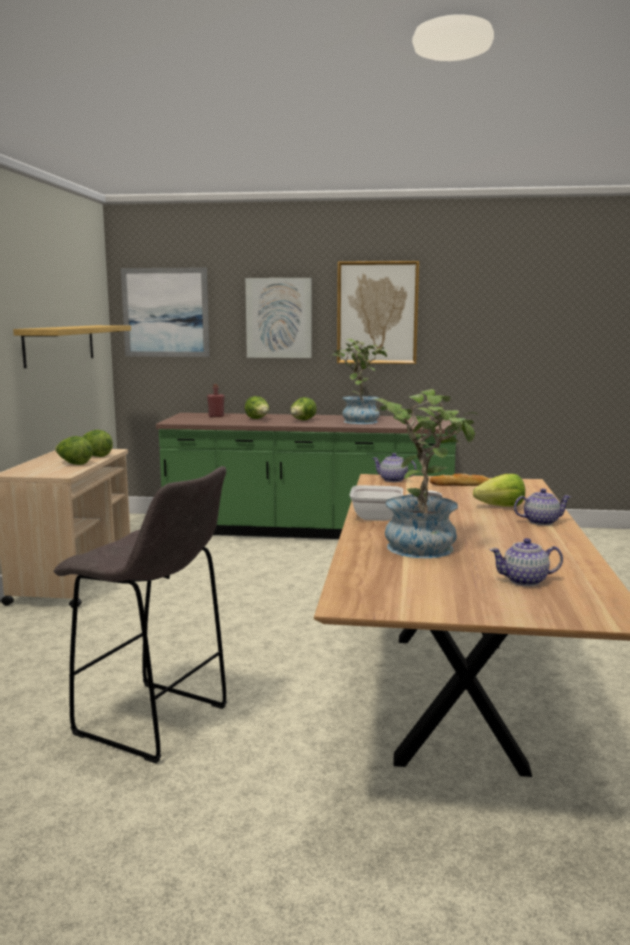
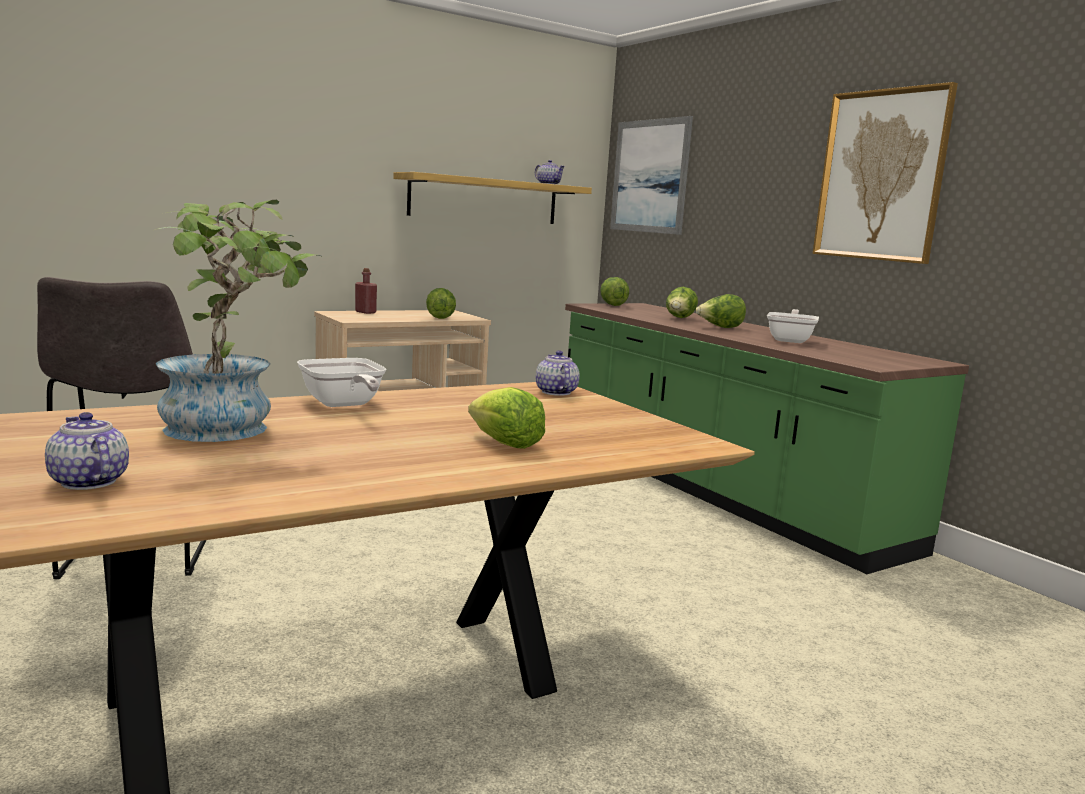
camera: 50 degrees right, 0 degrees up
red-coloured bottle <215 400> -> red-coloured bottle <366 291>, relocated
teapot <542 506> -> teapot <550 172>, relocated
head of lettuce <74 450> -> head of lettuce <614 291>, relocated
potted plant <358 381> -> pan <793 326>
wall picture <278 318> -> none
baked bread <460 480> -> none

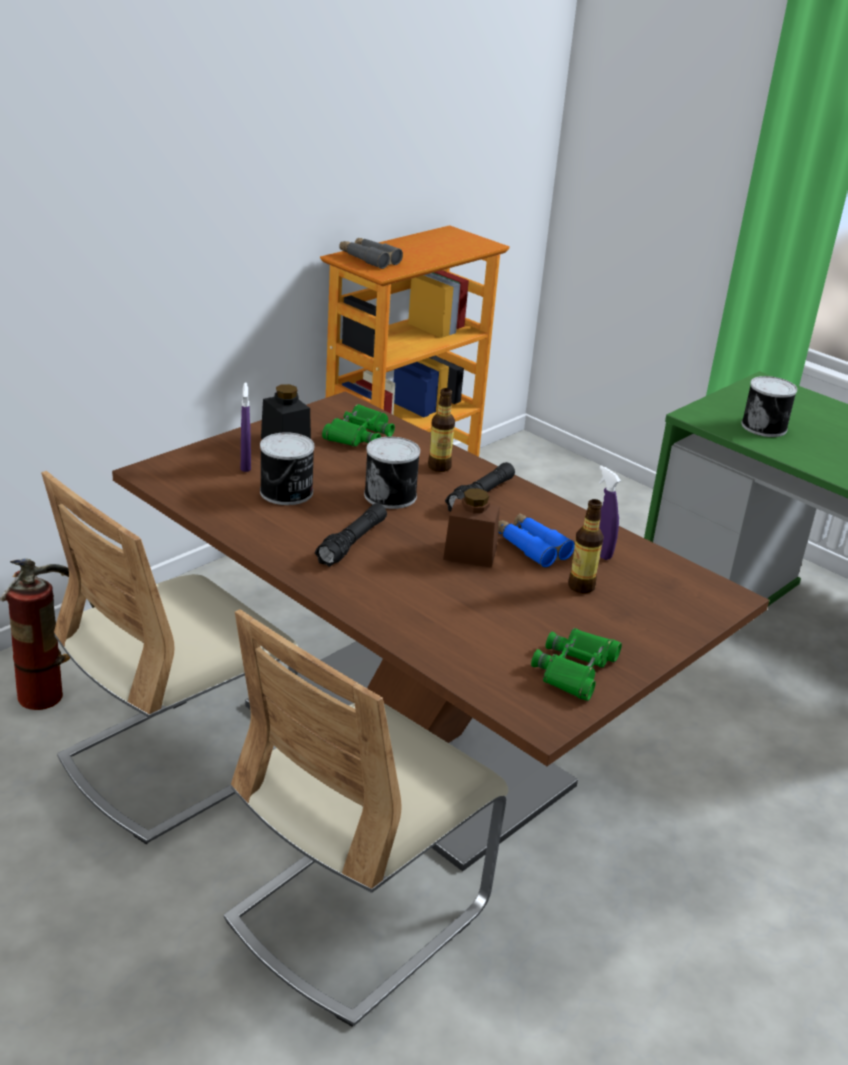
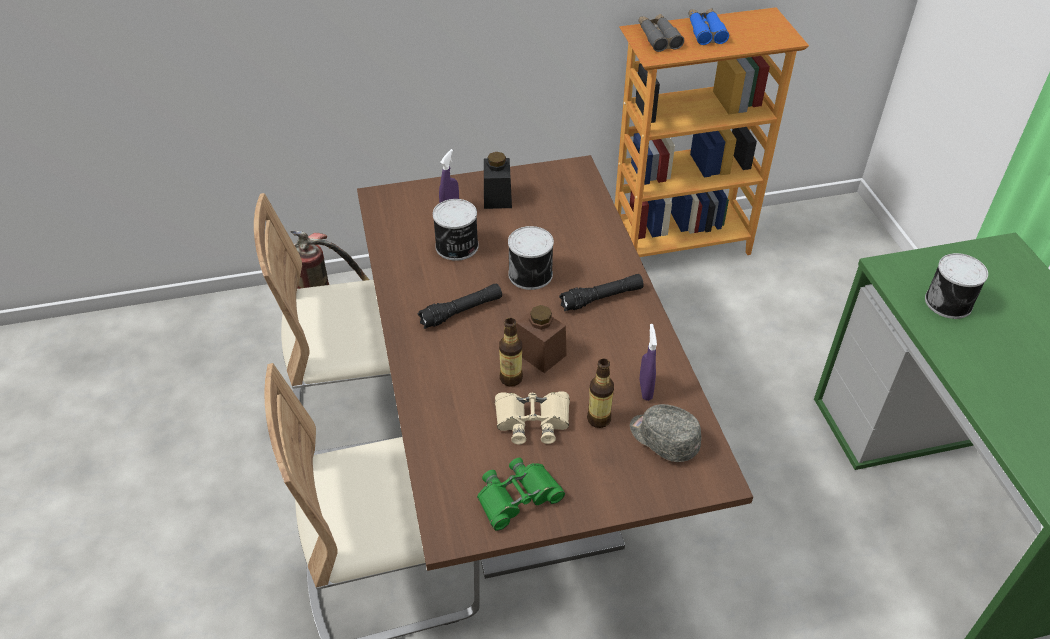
camera: 35 degrees right, 15 degrees up
none -> beige binoculars <532 417>
bottle <441 430> -> bottle <511 352>, relocated
none -> greyish baseball cap <665 433>
blue binoculars <536 540> -> blue binoculars <709 26>, relocated
greenish binoculars <358 425> -> none

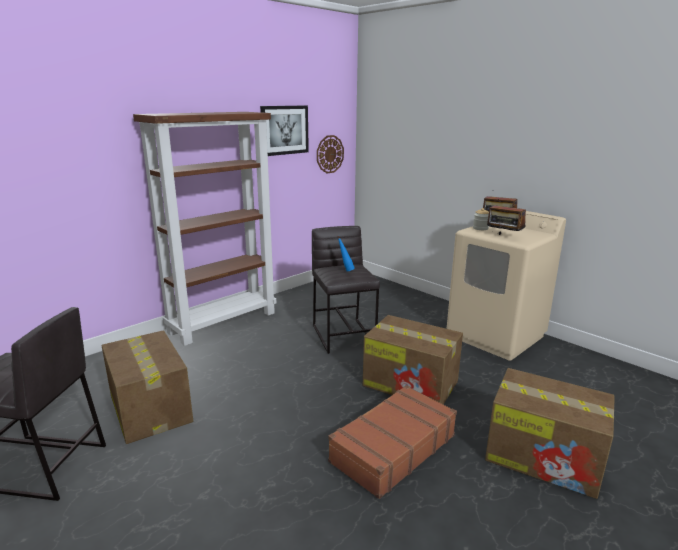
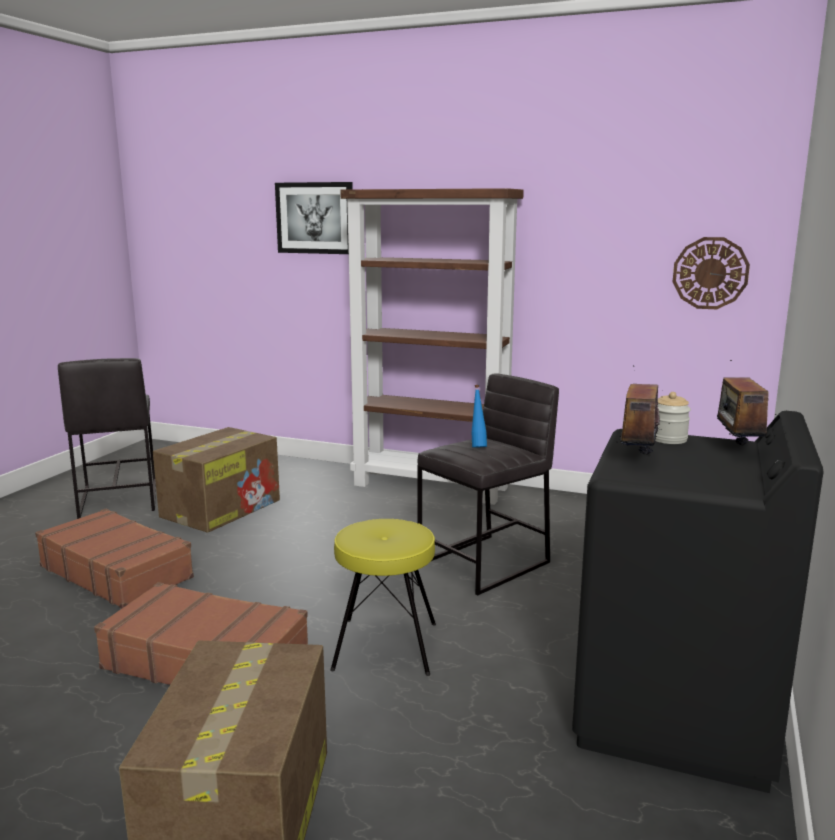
camera: 65 degrees right, 5 degrees down
none -> brownish travel case <114 558>
wall picture <284 131> -> wall picture <314 218>, relocated
cardboard box <413 360> -> yellow-coloured sitting stool <383 597>
beige laundry appliance <506 286> -> black-coloured laundry appliance <698 602>

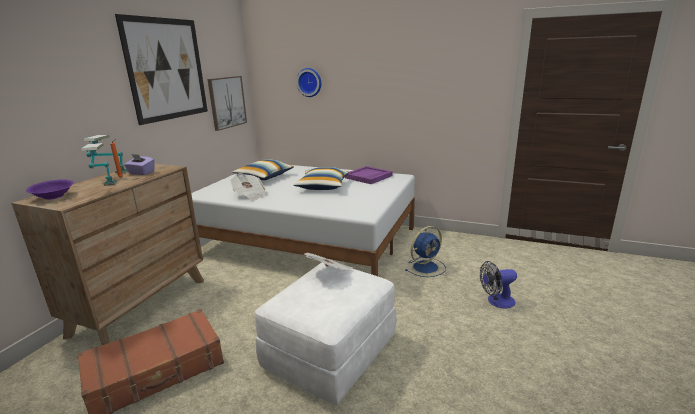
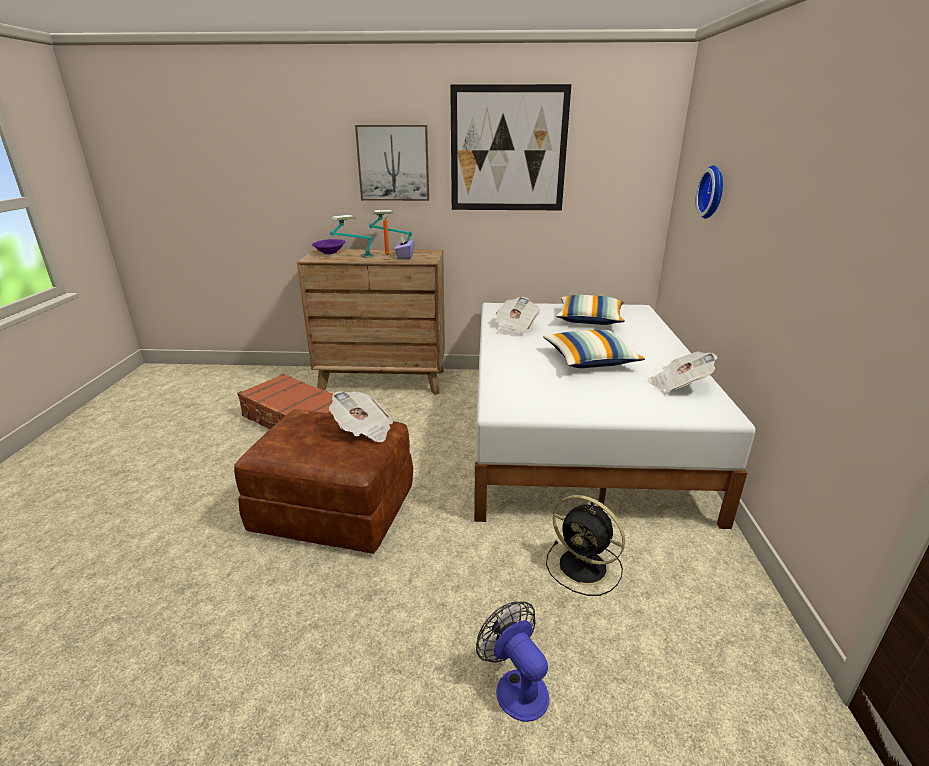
camera: 70 degrees right, 5 degrees up
white ottoman <326 333> -> brownish ottoman <323 482>
wall picture <227 103> -> wall picture <392 163>, relocated
blue fan <425 251> -> black-coloured fan <585 545>
purplish serving tray <368 175> -> printed paper <683 371>

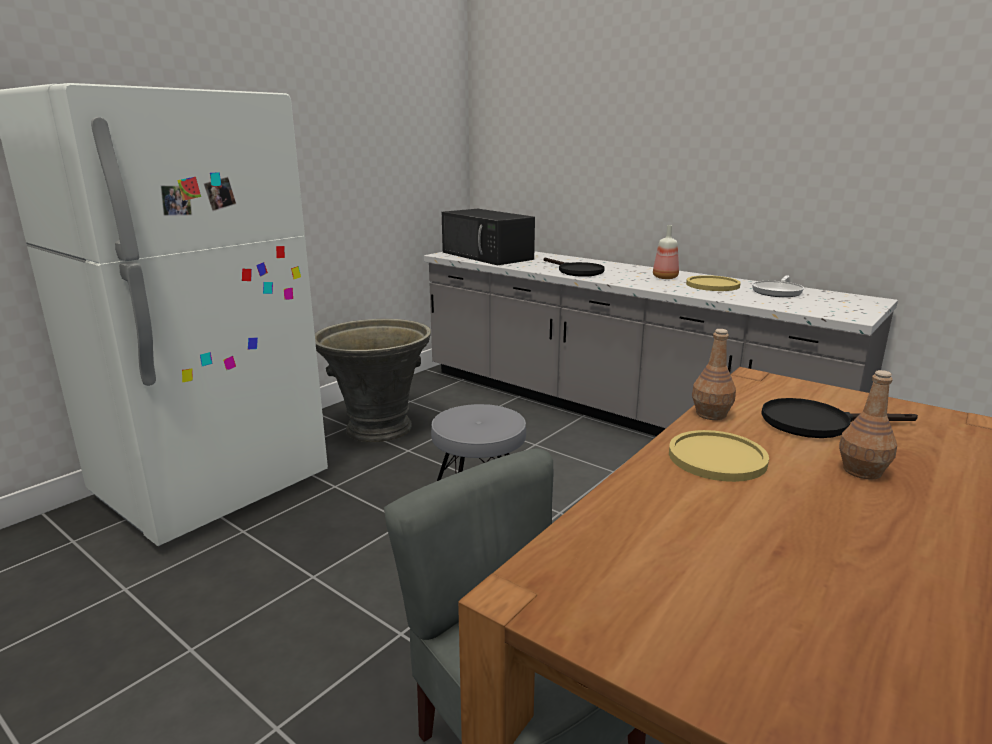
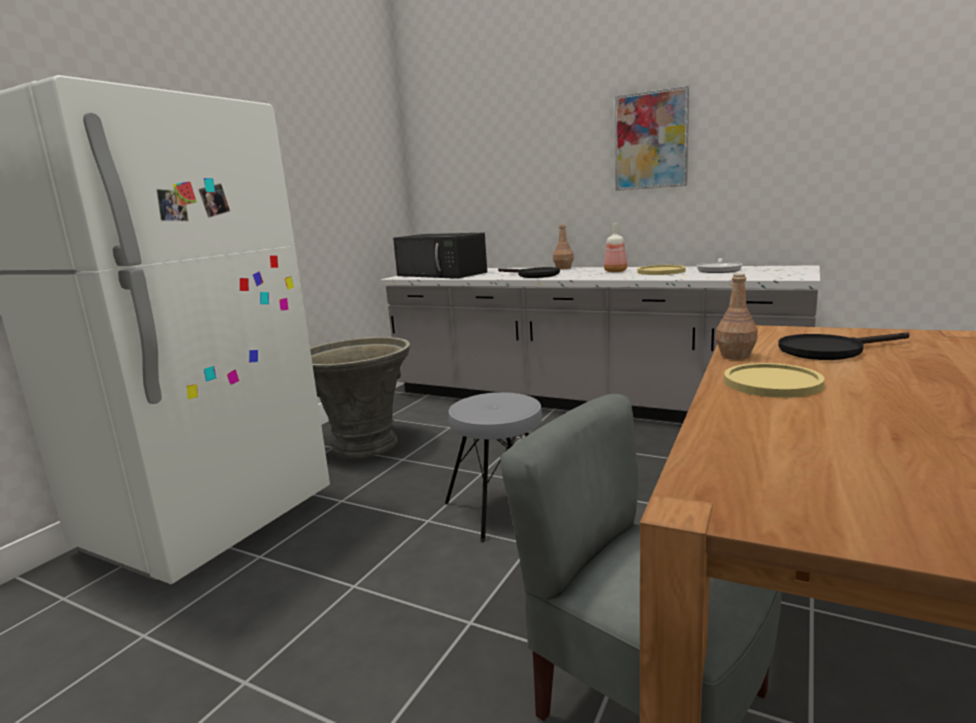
camera: 10 degrees left, 5 degrees down
brownish bottle <868 425> -> brownish bottle <563 247>, relocated
none -> wall picture <652 138>

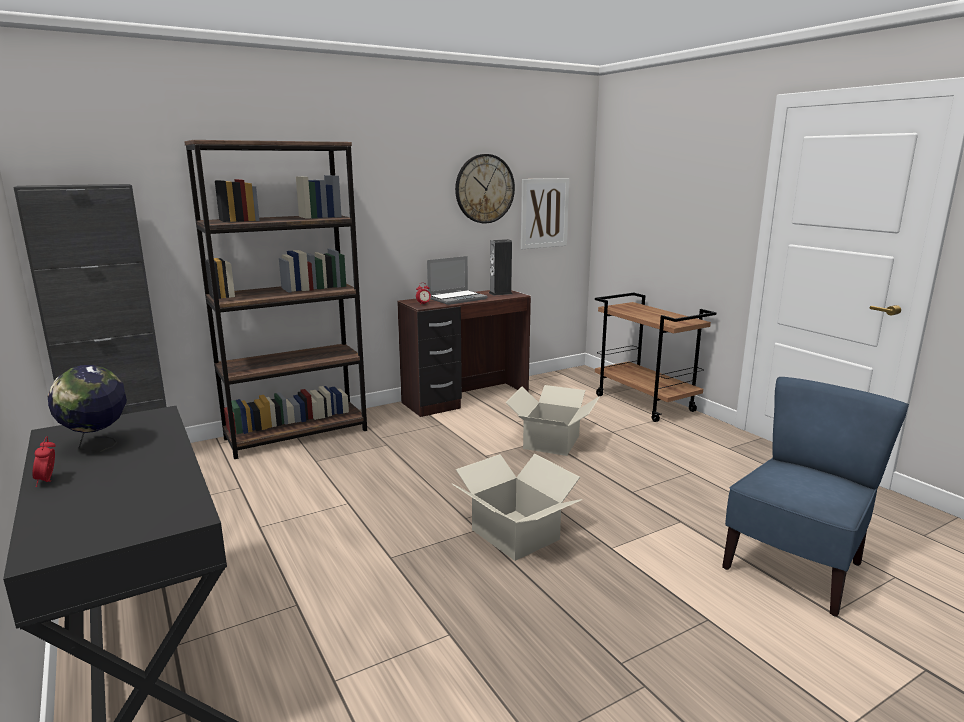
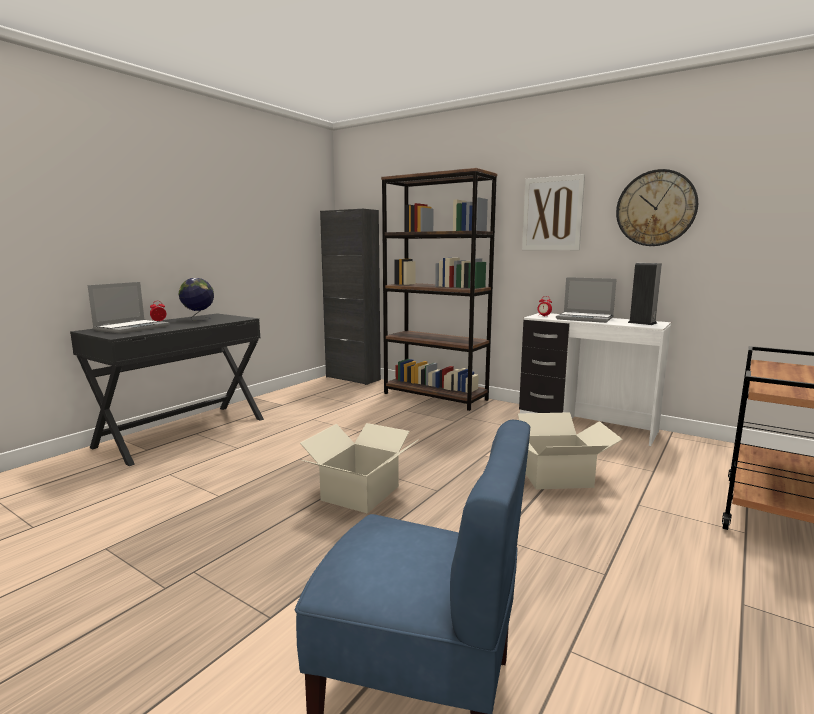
camera: 65 degrees right, 5 degrees down
none -> portable computer <129 308>
brownish desk table <464 353> -> white desk table <595 379>
wall picture <545 213> -> wall picture <553 212>, relocated

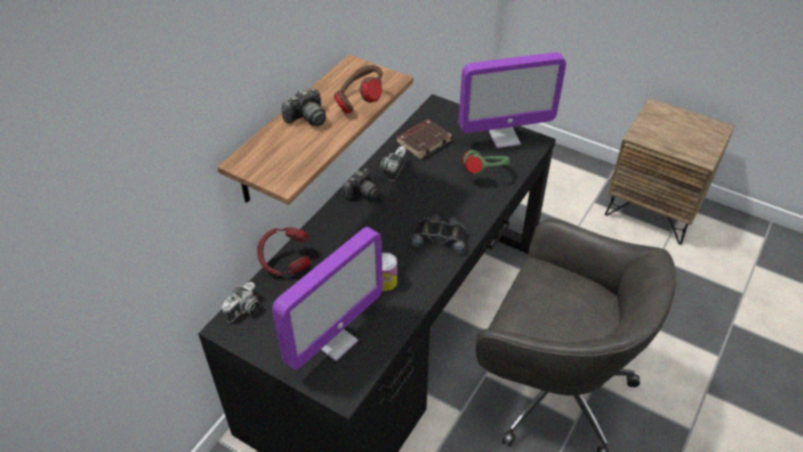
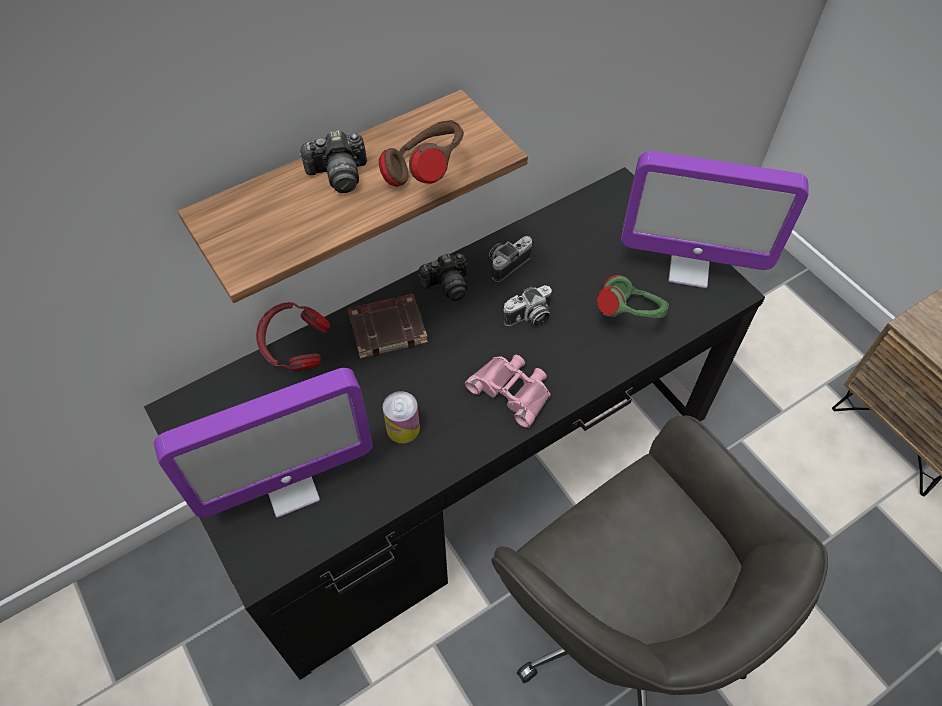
camera: 25 degrees right, 10 degrees up
brownish volume <424 139> -> brownish volume <388 326>, relocated
black-coloured binoculars <438 234> -> pink-coloured binoculars <508 391>
still camera <241 302> -> still camera <527 305>, relocated

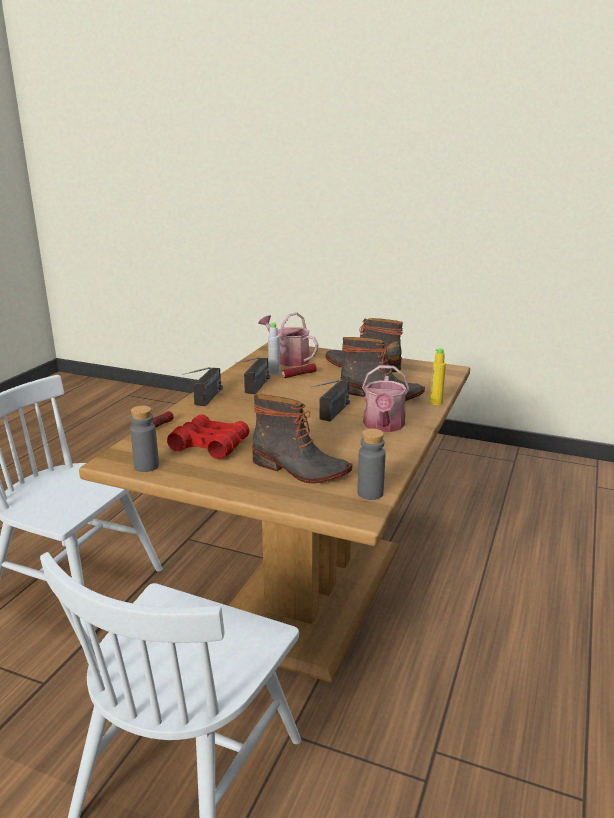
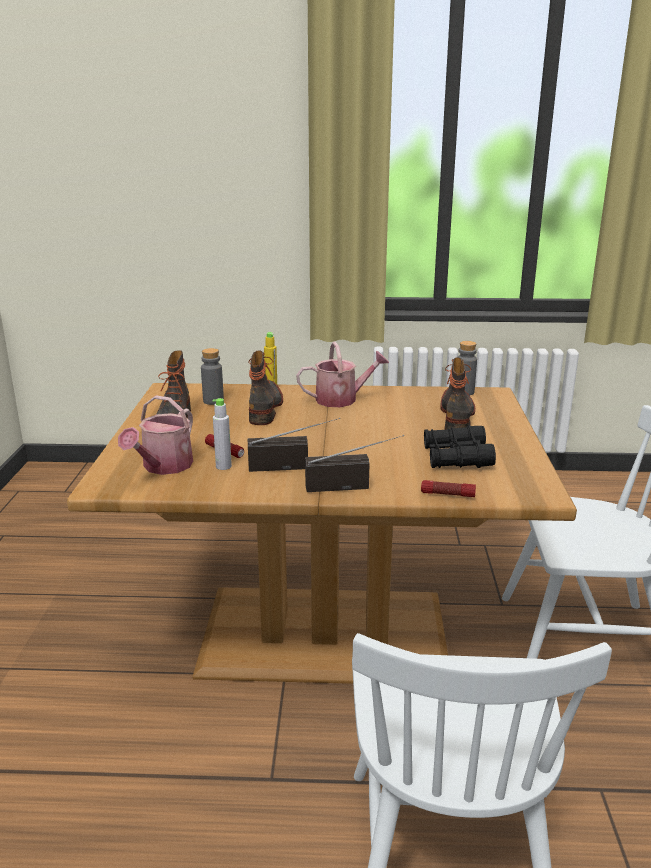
camera: 110 degrees left, 0 degrees up
greyish bottle <144 439> -> greyish bottle <212 376>, relocated
red-coloured binoculars <208 437> -> black-coloured binoculars <460 446>
radio set <329 401> -> none

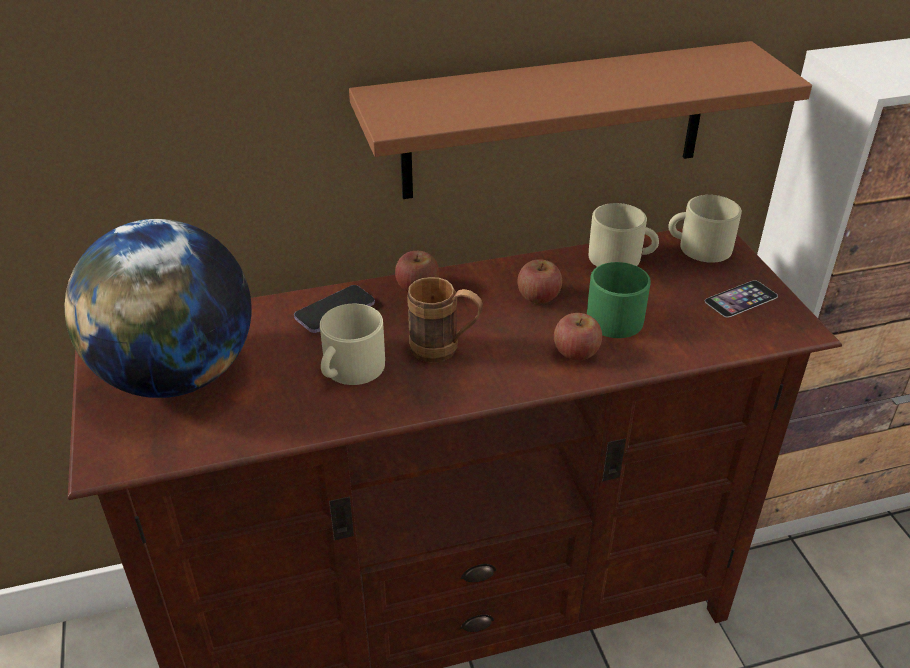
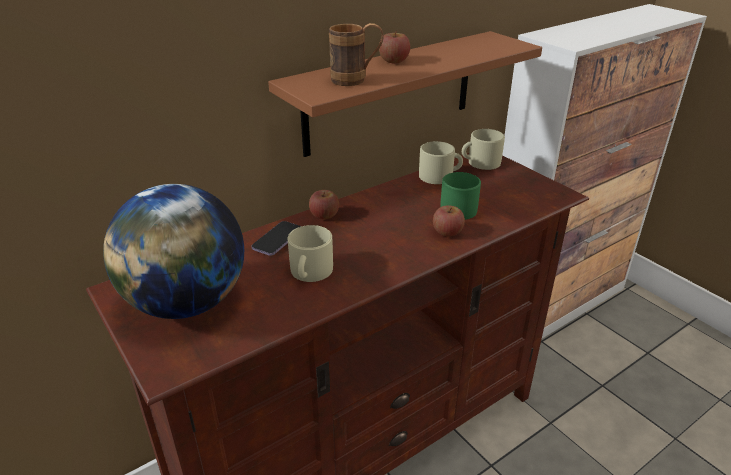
camera: 20 degrees left, 5 degrees down
brownish coffee mug <445 320> -> brownish coffee mug <356 54>, relocated
whole apple <539 281> -> whole apple <394 47>, relocated
phone <741 299> -> none

